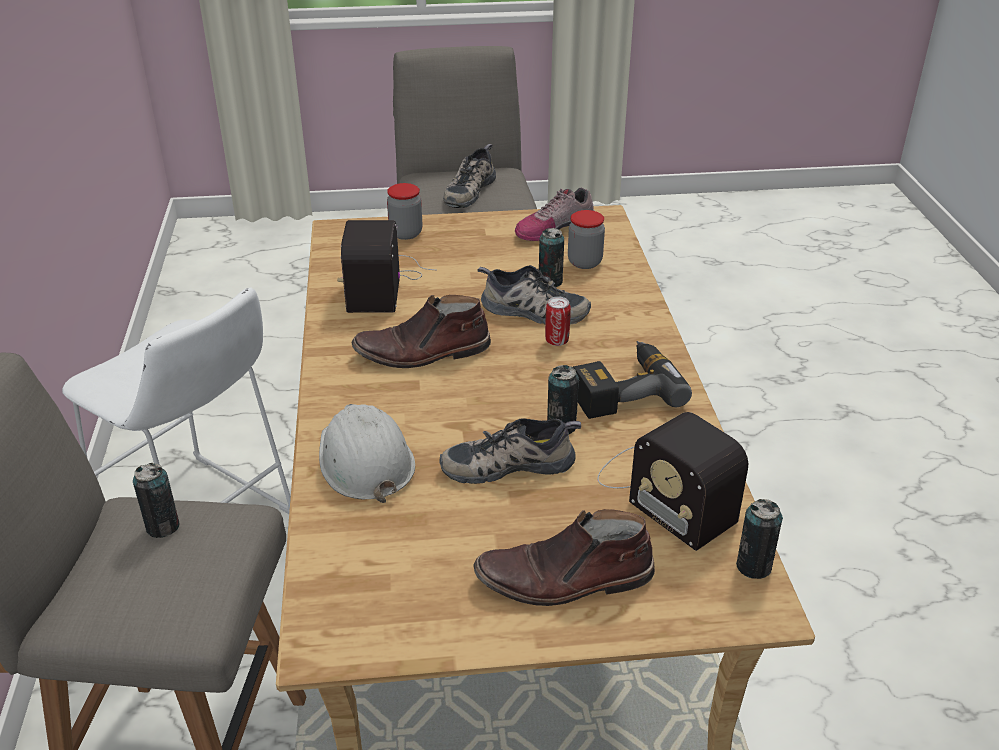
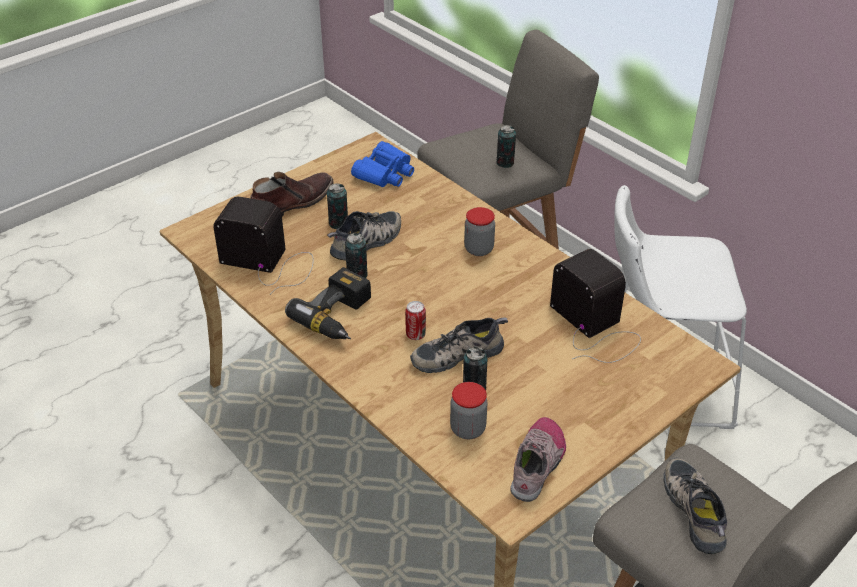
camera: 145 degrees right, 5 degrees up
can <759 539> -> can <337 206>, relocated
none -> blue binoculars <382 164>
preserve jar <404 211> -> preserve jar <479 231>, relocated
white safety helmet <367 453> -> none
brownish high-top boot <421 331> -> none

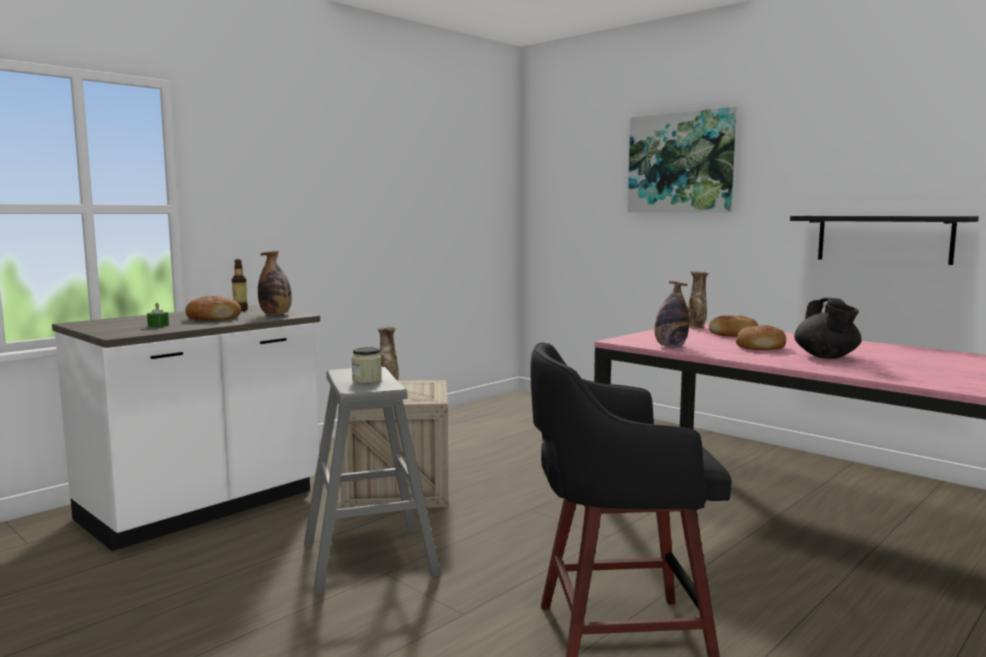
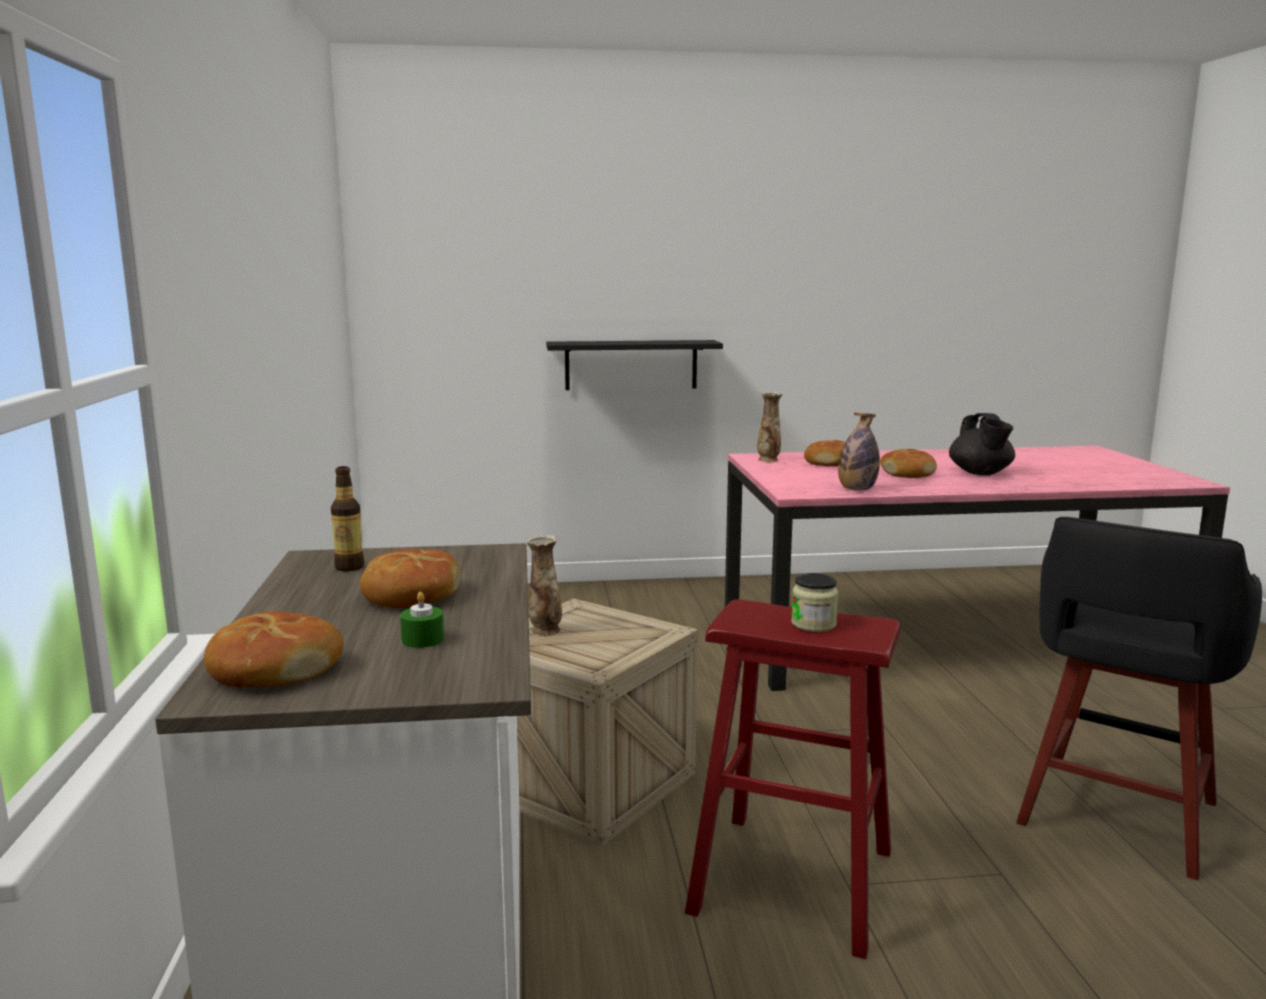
camera: 50 degrees left, 5 degrees up
none -> baked bread <273 649>
black-coloured shelf <884 240> -> black-coloured shelf <634 365>, relocated
greyish sitting stool <372 481> -> red-coloured sitting stool <793 779>
black-coloured teapot <828 328> -> black-coloured teapot <982 444>, 45 degrees clockwise
bottle <275 283> -> none
wall picture <682 159> -> none

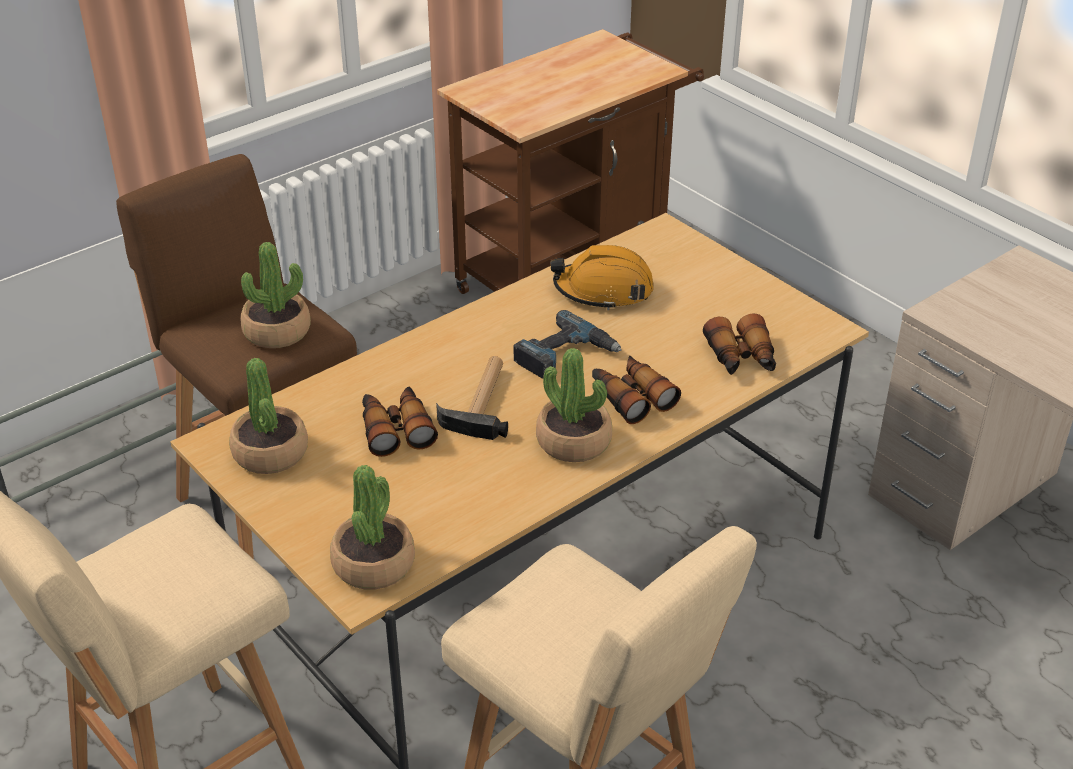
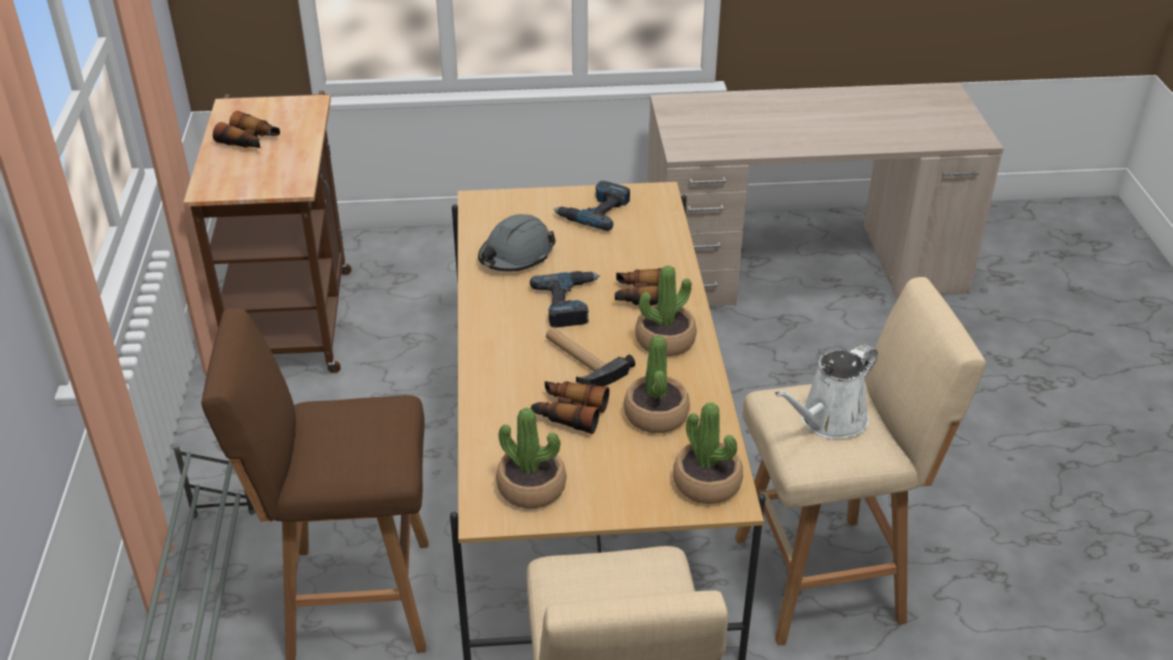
camera: 55 degrees left, 0 degrees up
binoculars <739 344> -> binoculars <246 129>, relocated
orange safety helmet <602 277> -> greyish safety helmet <517 242>
none -> electric drill <591 206>
potted plant <275 295> -> potted plant <657 384>, relocated
none -> white sprinkling can <826 391>

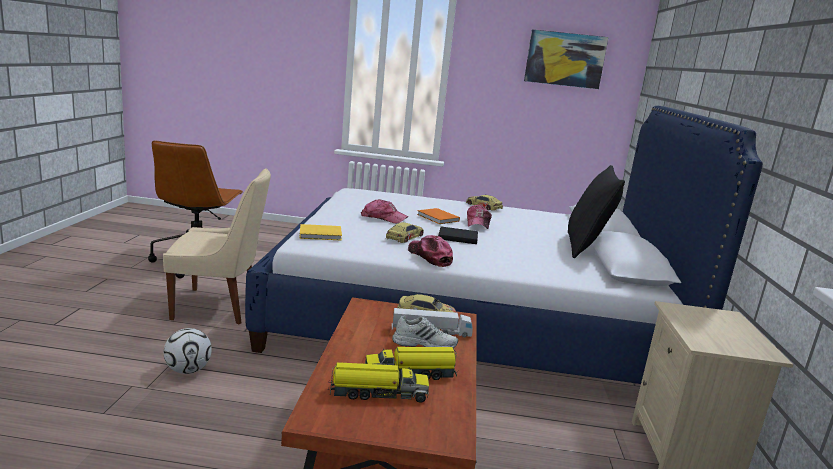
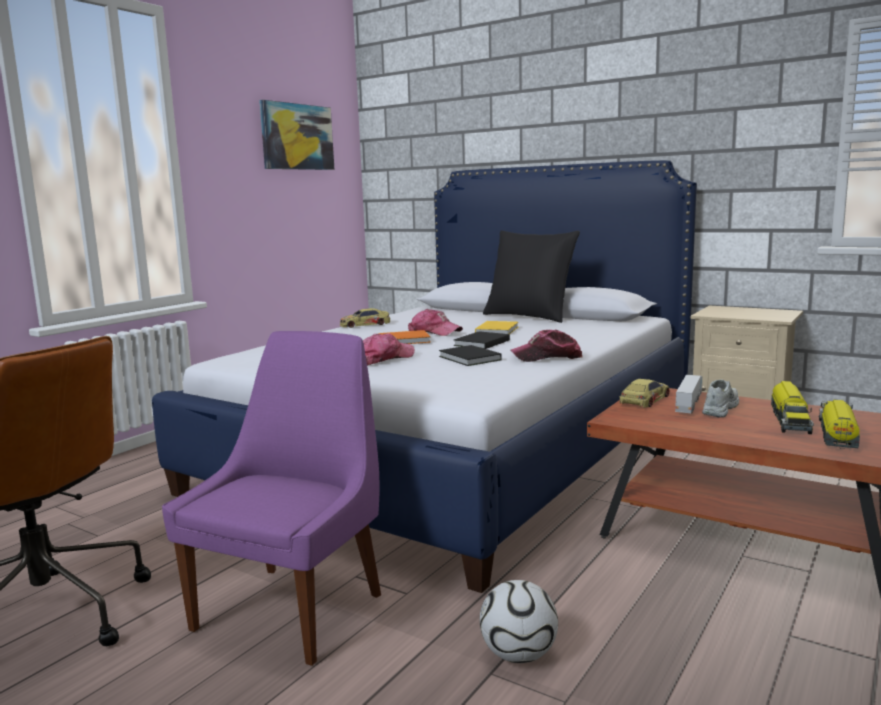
camera: 60 degrees left, 5 degrees down
beige upright chair <217 246> -> purplish upright chair <271 498>
model car <405 232> -> black-coloured volume <470 355>
yellow-coloured volume <320 232> -> yellow-coloured volume <496 327>, relocated

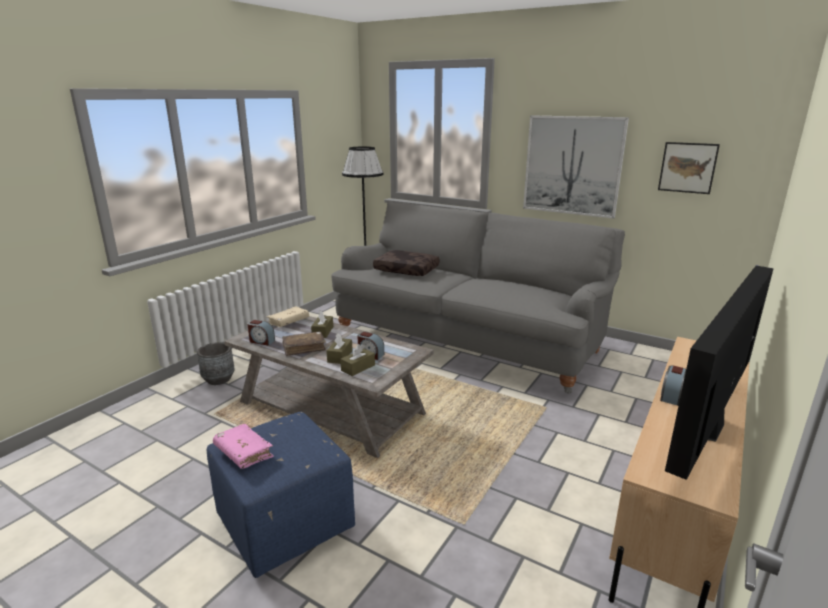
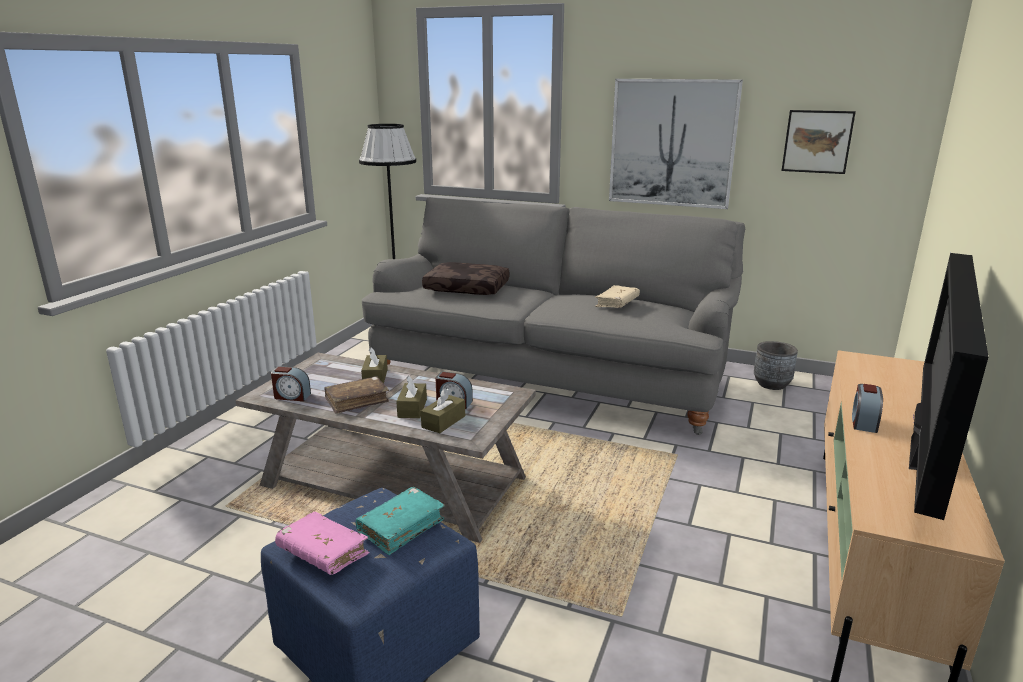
camera: 10 degrees left, 0 degrees up
none -> blue-green volume <400 521>
beige volume <287 316> -> beige volume <617 296>, relocated
greyish plant pot <216 363> -> greyish plant pot <776 365>, relocated

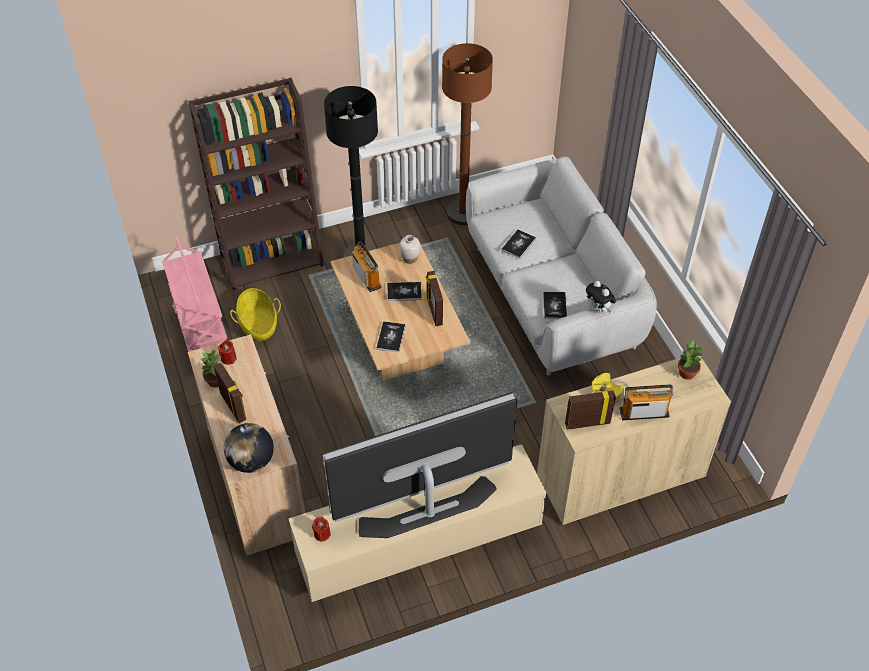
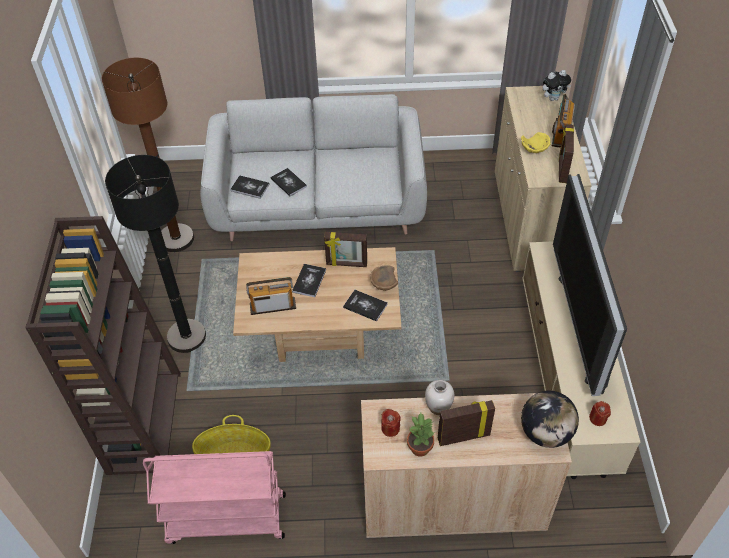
camera: 70 degrees left, 0 degrees up
volume <555 305> -> volume <250 187>, relocated
none -> brownish bowl <384 278>
white flower vase <409 249> -> white flower vase <439 397>, relocated
soft toy <601 297> -> soft toy <557 85>, relocated
potted plant <691 360> -> none

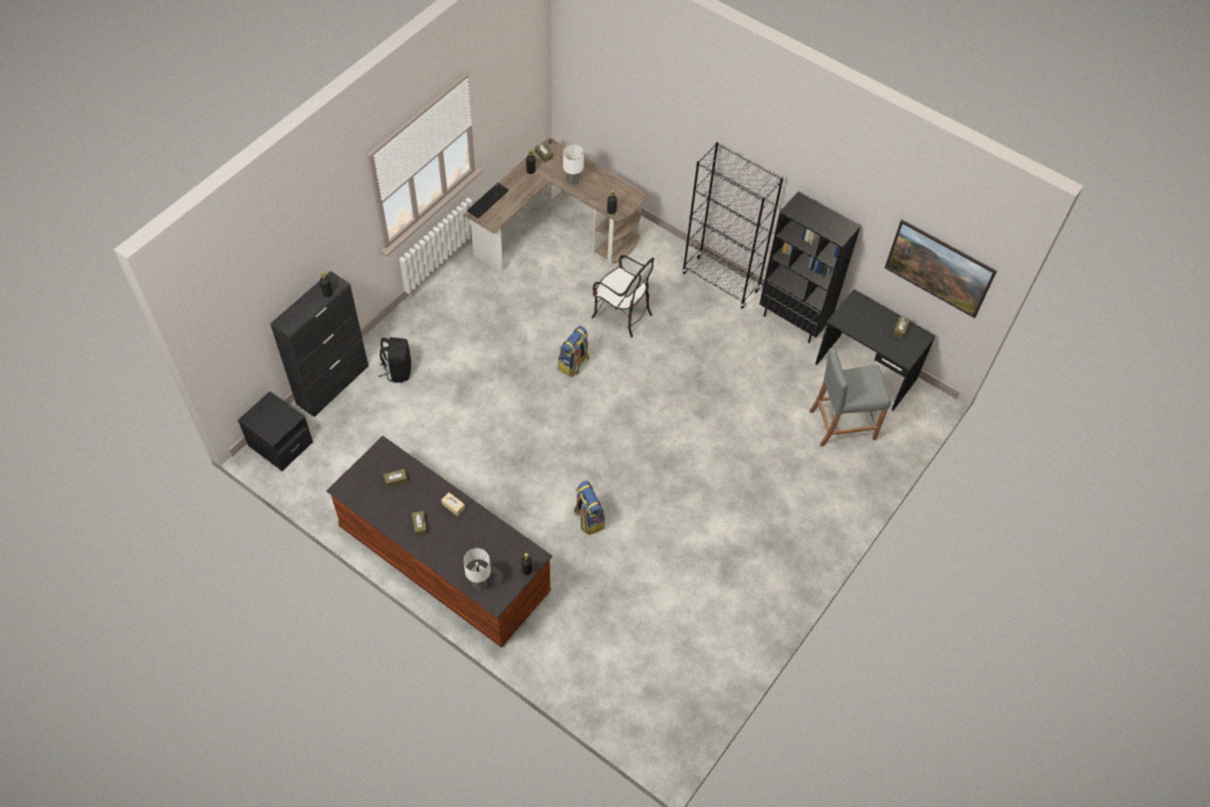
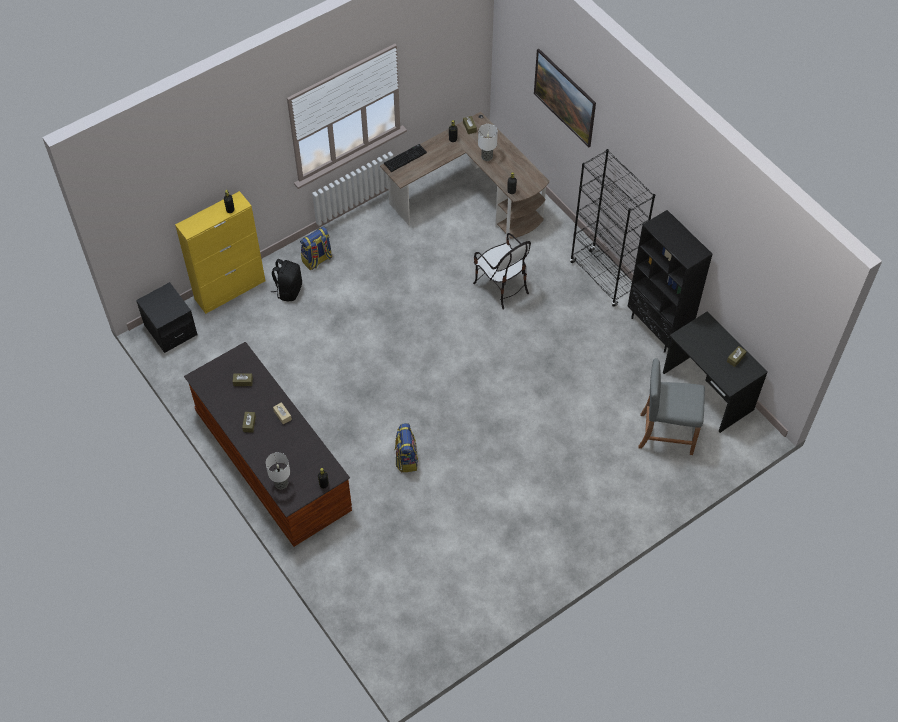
camera: 20 degrees right, 0 degrees up
black-coloured storage cabinet <319 344> -> yellow-coloured storage cabinet <220 252>
backpack <573 351> -> backpack <316 248>, relocated
wall picture <941 269> -> wall picture <565 98>, relocated

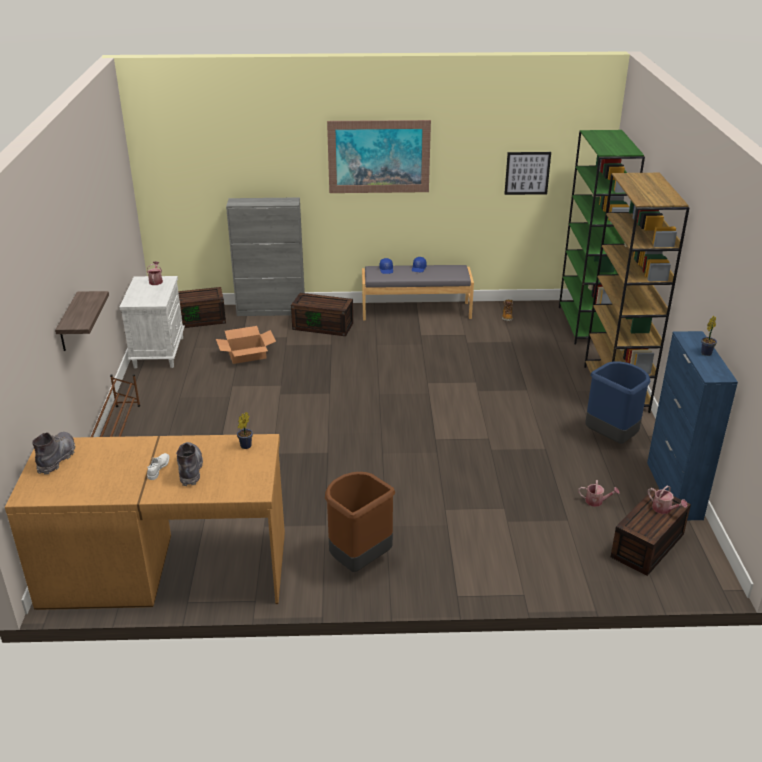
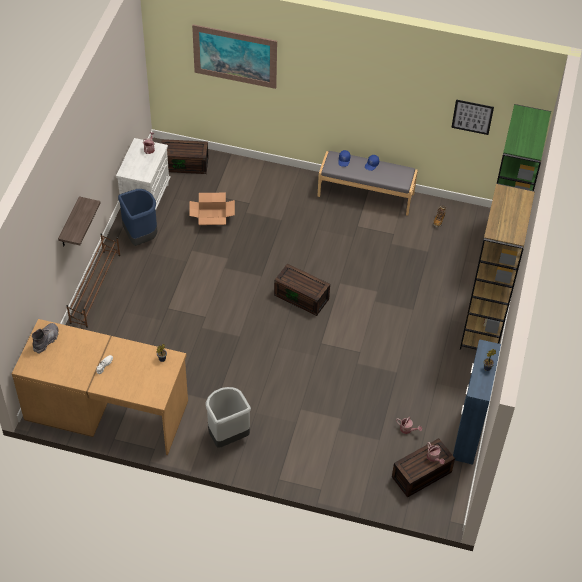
camera: 15 degrees right, 20 degrees up
blue rubbish bin <618 402> -> blue rubbish bin <137 217>, relocated
wall picture <379 156> -> wall picture <234 56>, relocated
brownish rubbish bin <360 522> -> greyish rubbish bin <228 417>
brownish storage container <322 314> -> brownish storage container <302 290>, relocated
greyish high-top boot <189 464> -> none
greyish storage cabinet <265 256> -> none

